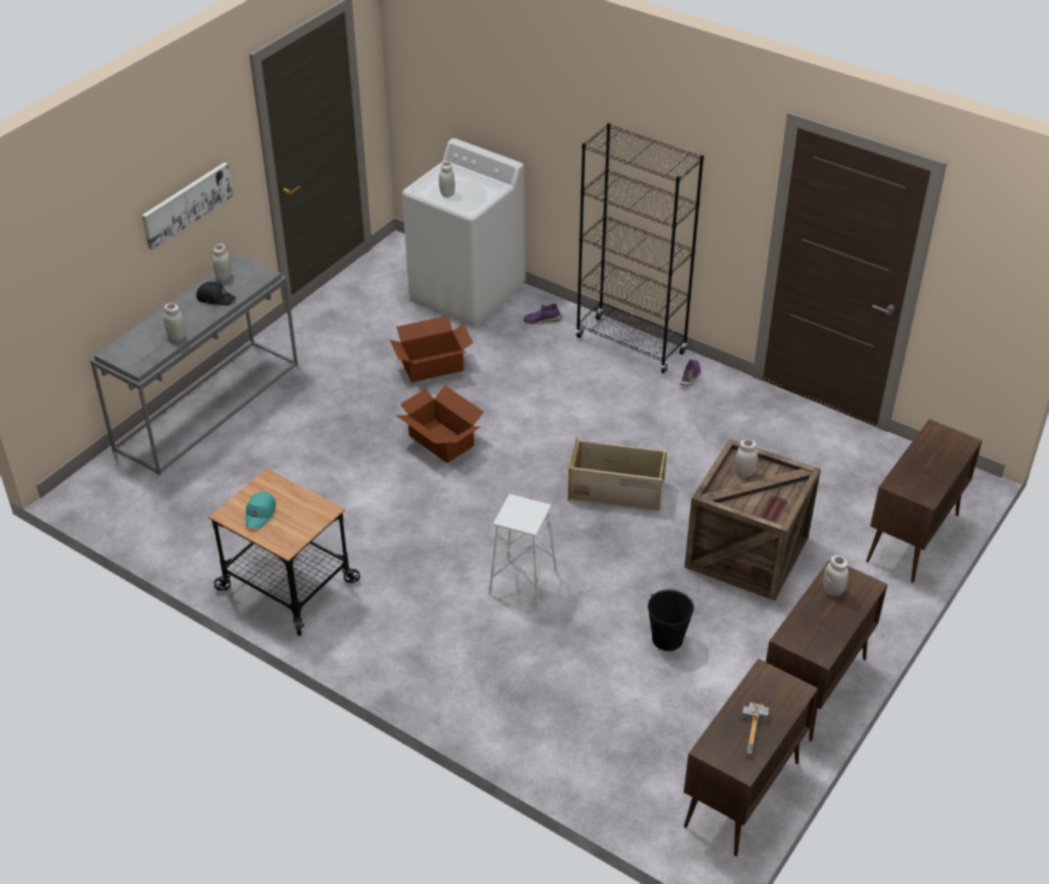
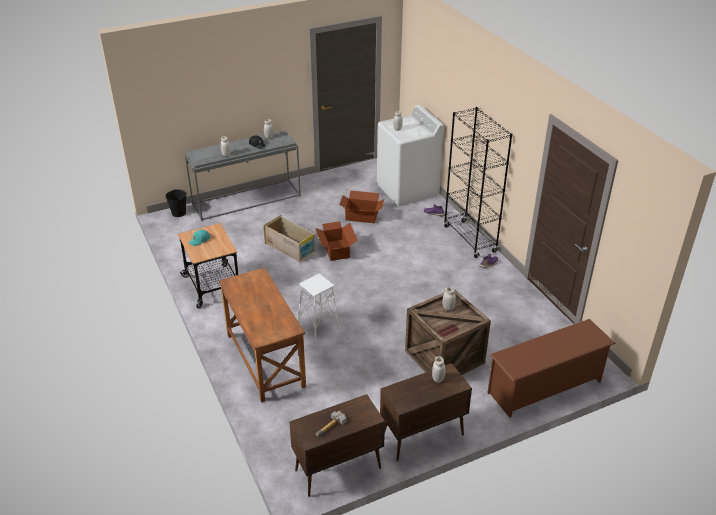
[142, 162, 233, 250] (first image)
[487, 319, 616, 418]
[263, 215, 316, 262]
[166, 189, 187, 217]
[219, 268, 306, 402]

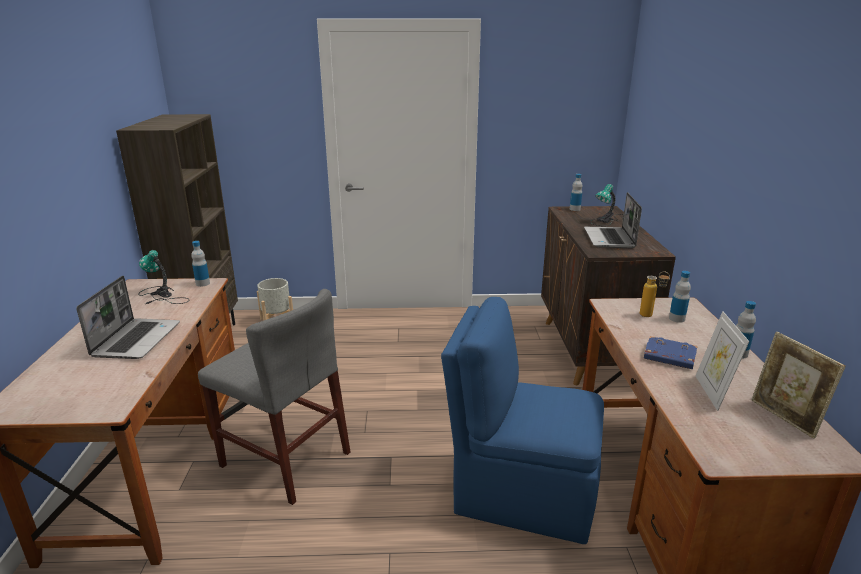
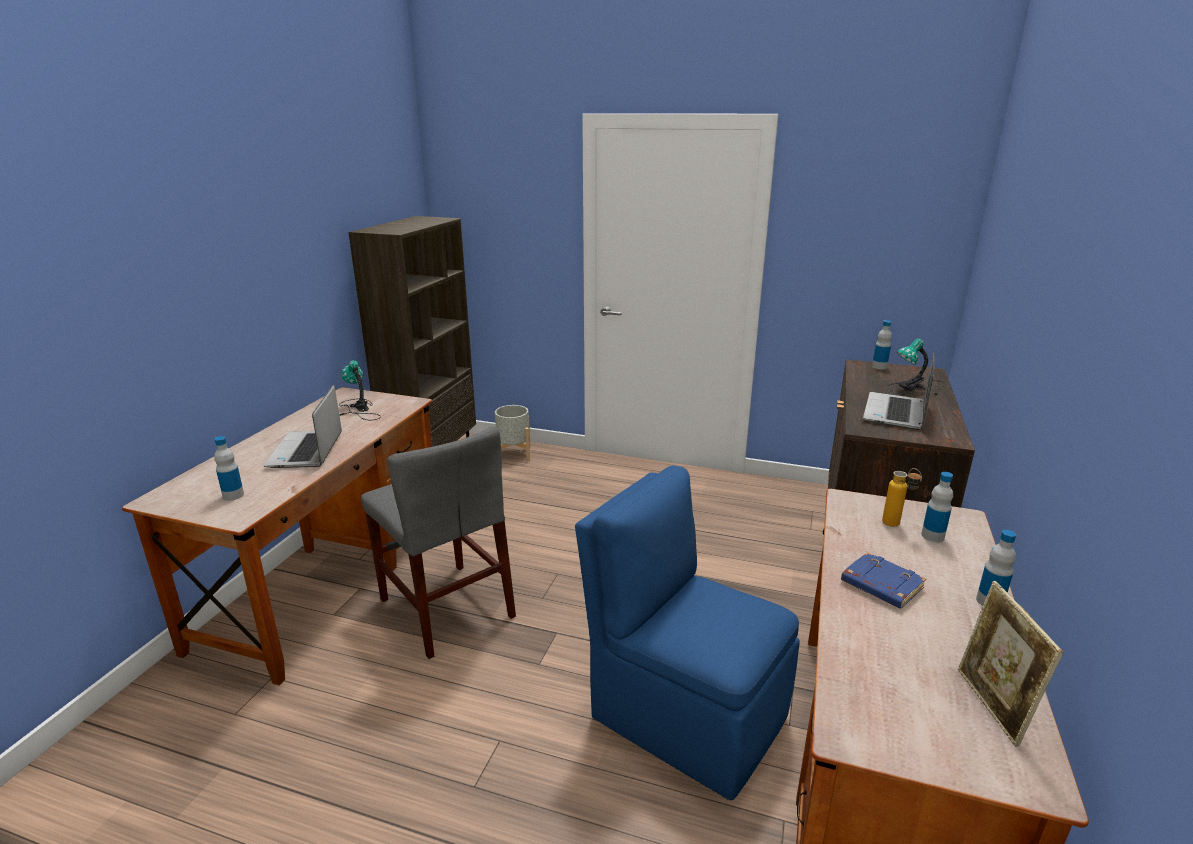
[214, 436, 244, 501]
[264, 385, 342, 468]
[696, 311, 750, 411] (first image)

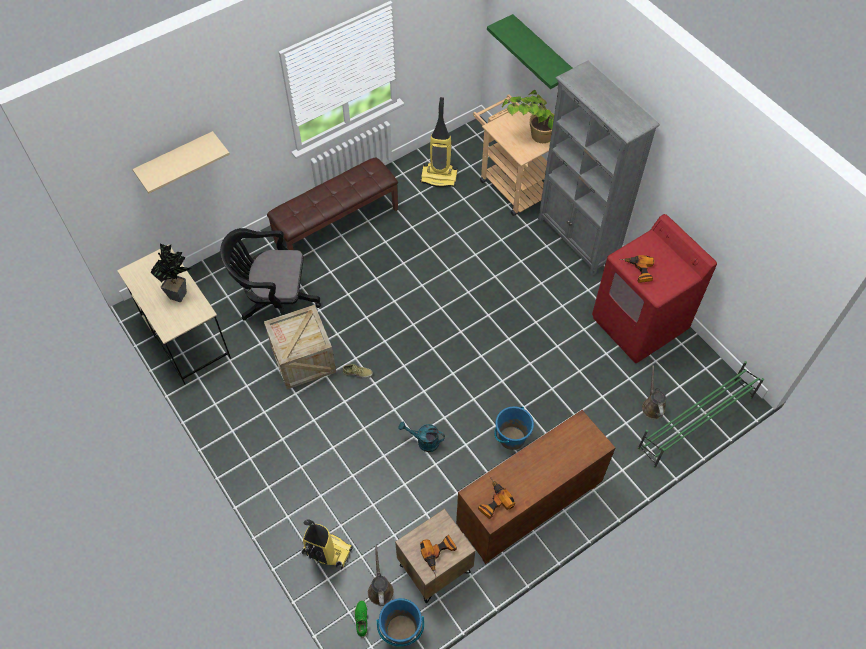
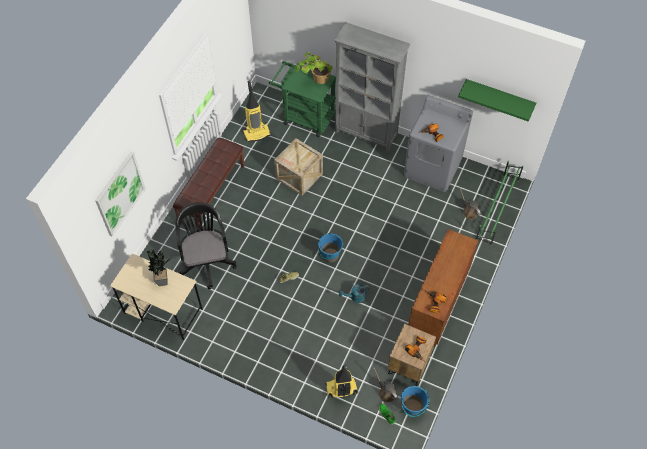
[458, 79, 536, 122]
[269, 61, 336, 137]
[95, 151, 146, 237]
[404, 95, 473, 192]
[176, 202, 236, 289]
[274, 138, 323, 196]
[318, 233, 343, 262]

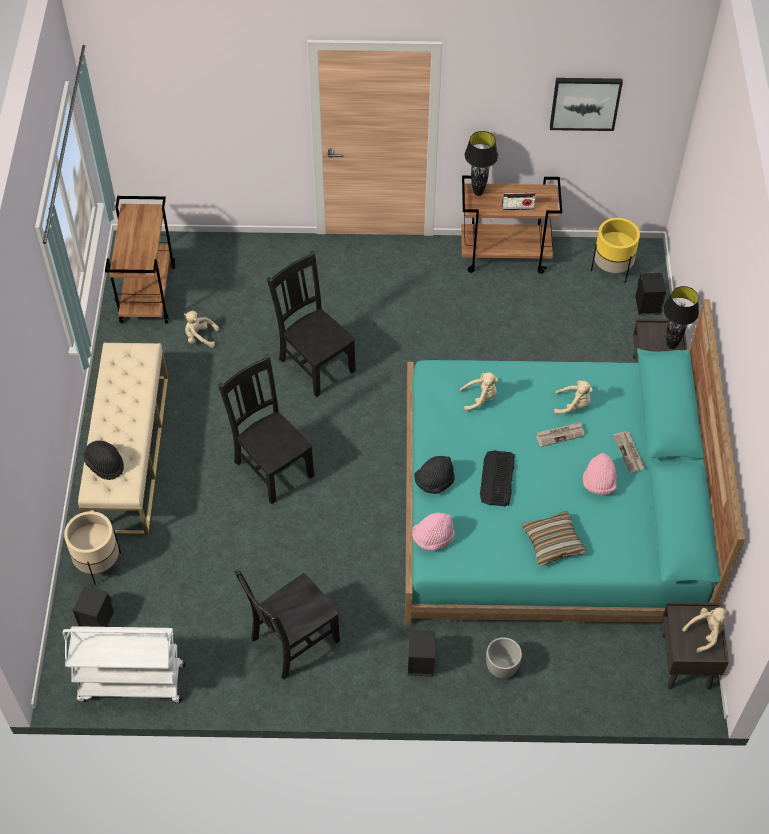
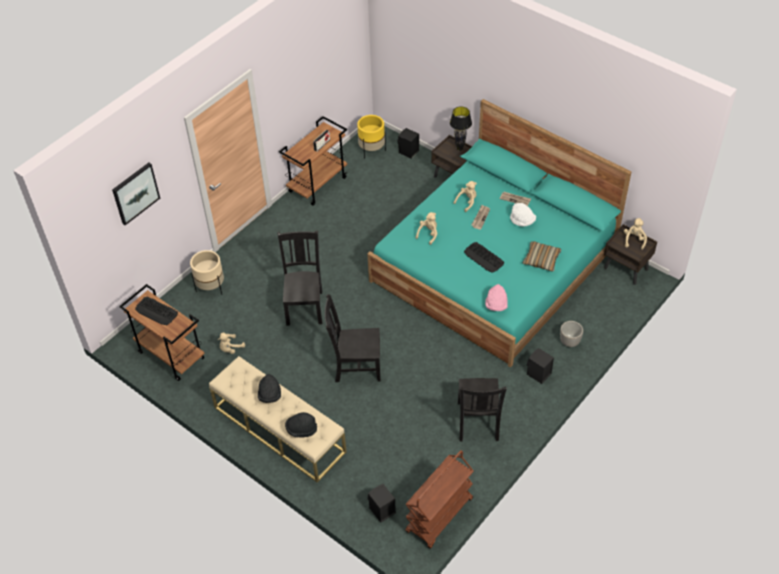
[112, 163, 160, 225]
[464, 131, 498, 196] (first image)
[277, 230, 323, 326]
[510, 203, 536, 227]
[258, 374, 281, 403]
[190, 250, 224, 295]
[405, 450, 473, 549]
[135, 297, 178, 325]

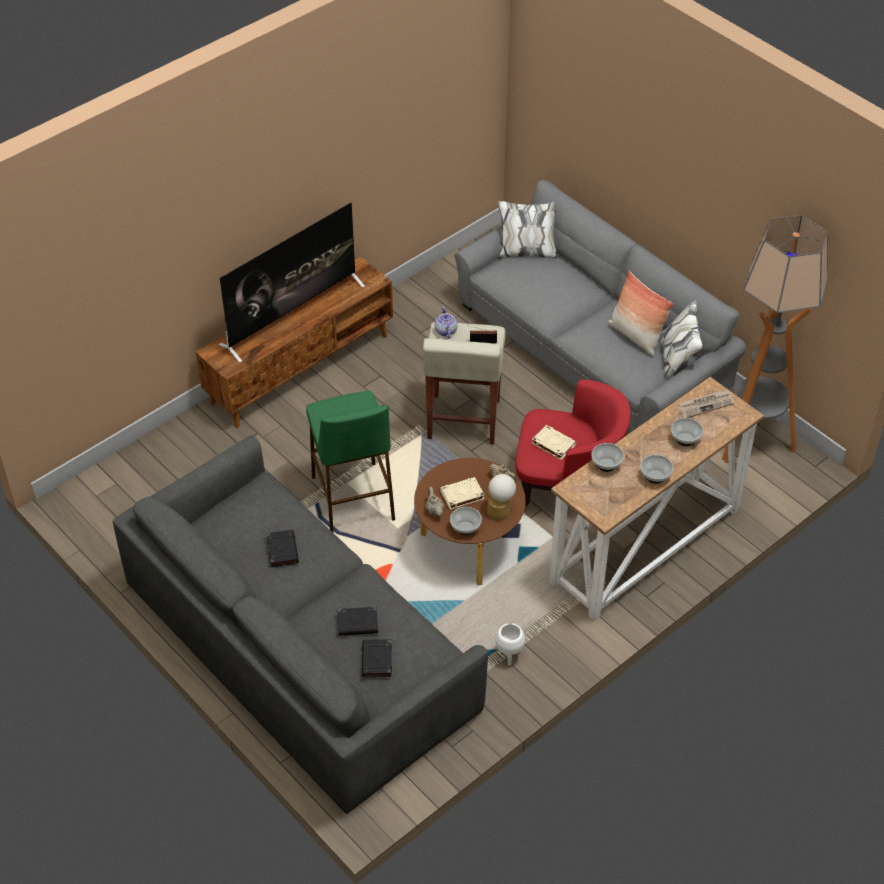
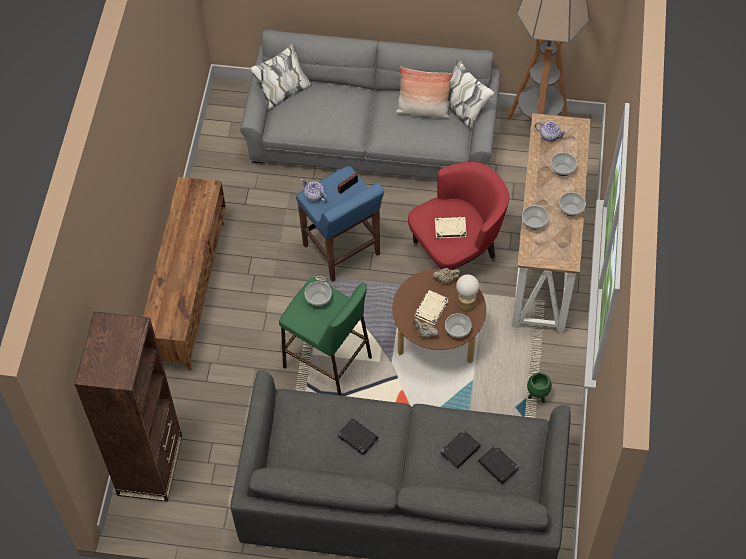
[218, 202, 365, 363] (first image)
[296, 166, 384, 282]
[535, 121, 567, 142]
[527, 373, 552, 403]
[305, 281, 332, 306]
[74, 311, 182, 502]

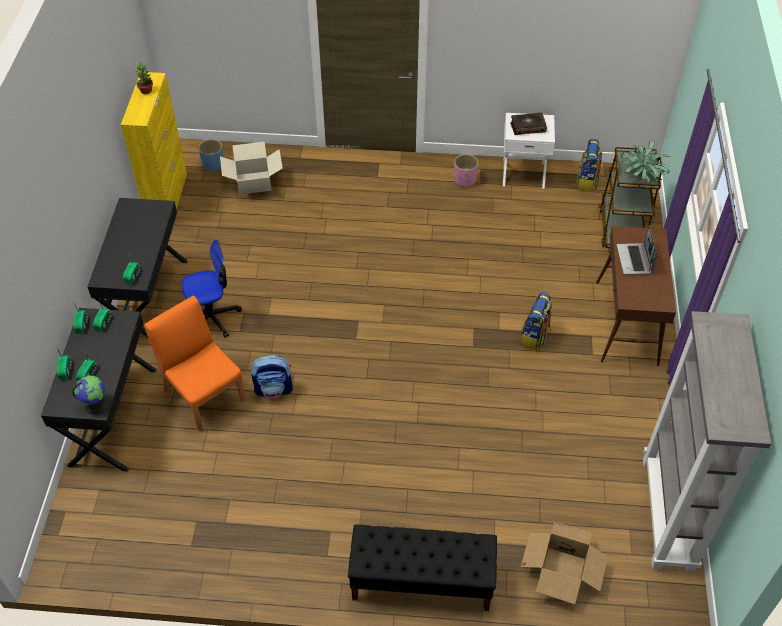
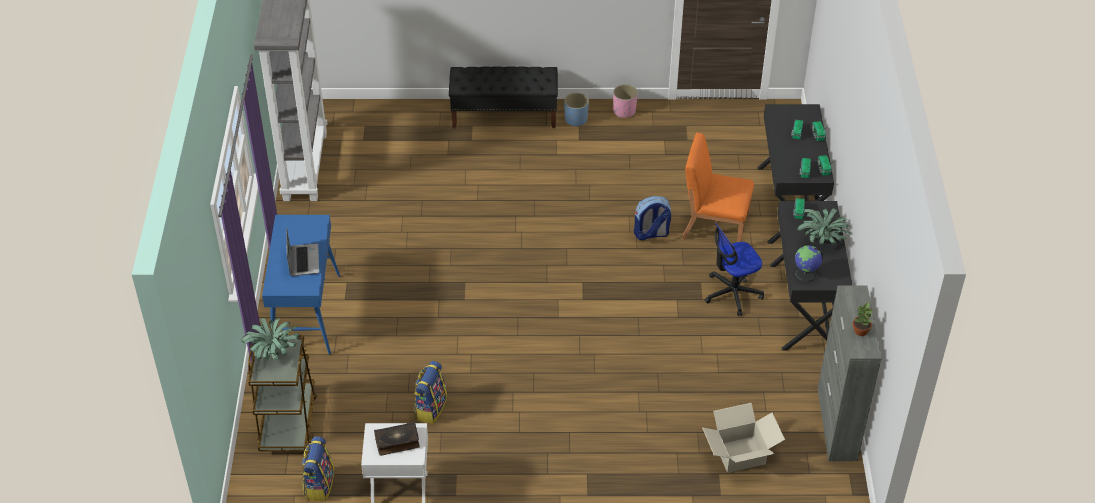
[818, 285, 882, 461]
[564, 93, 589, 127]
[613, 84, 638, 118]
[262, 215, 340, 354]
[413, 361, 447, 424]
[682, 133, 754, 242]
[795, 246, 823, 282]
[521, 522, 608, 604] (first image)
[797, 208, 853, 245]

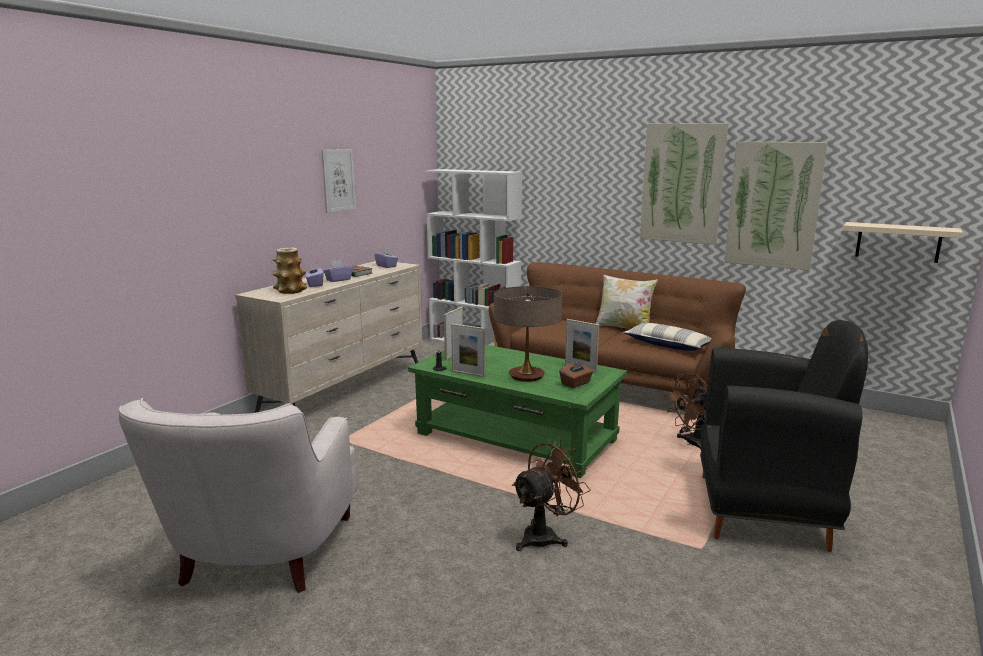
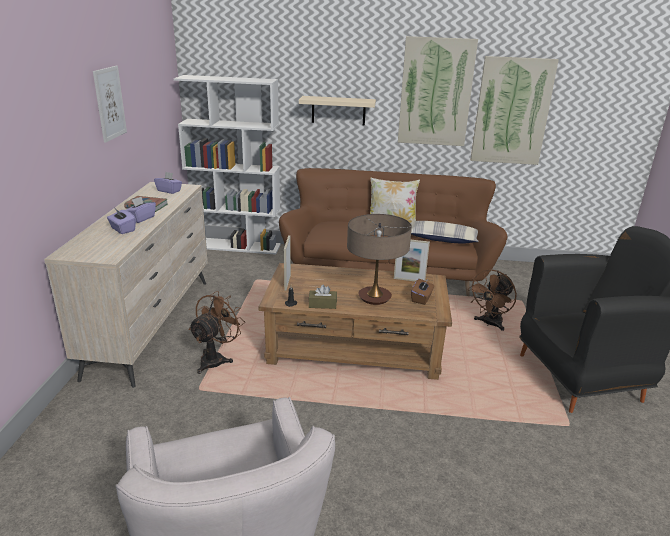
[299, 96, 376, 125]
[272, 248, 307, 294] (first image)
[308, 285, 337, 309]
[258, 263, 452, 380]
[188, 291, 245, 374]

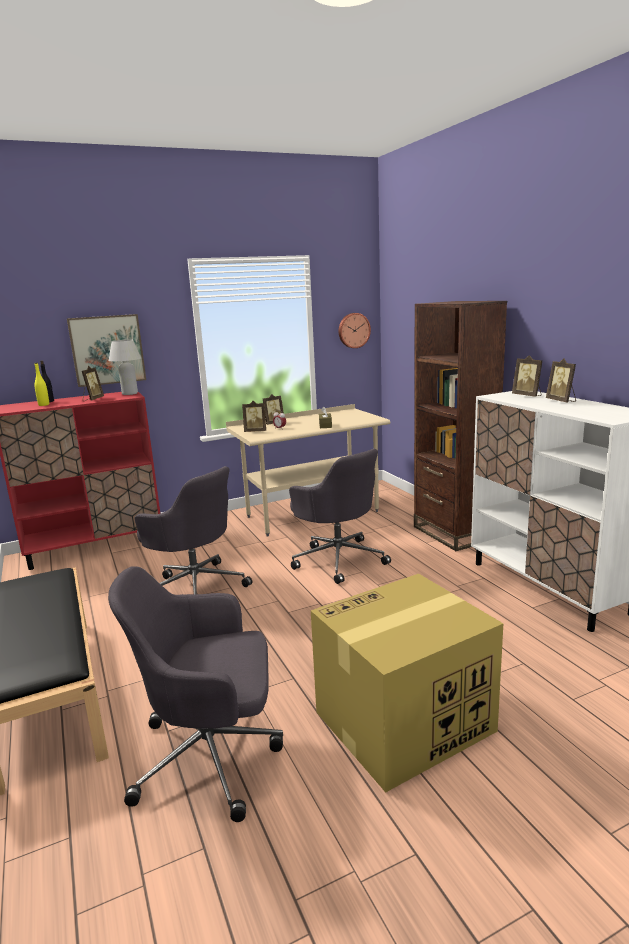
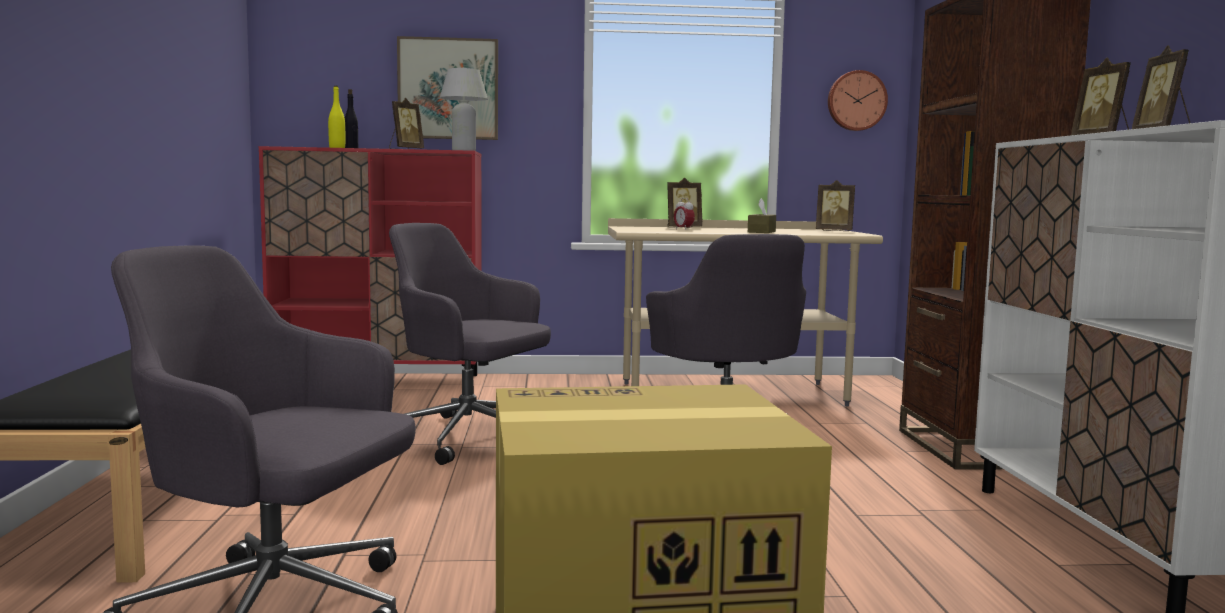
[816, 180, 855, 231]
[389, 223, 551, 465]

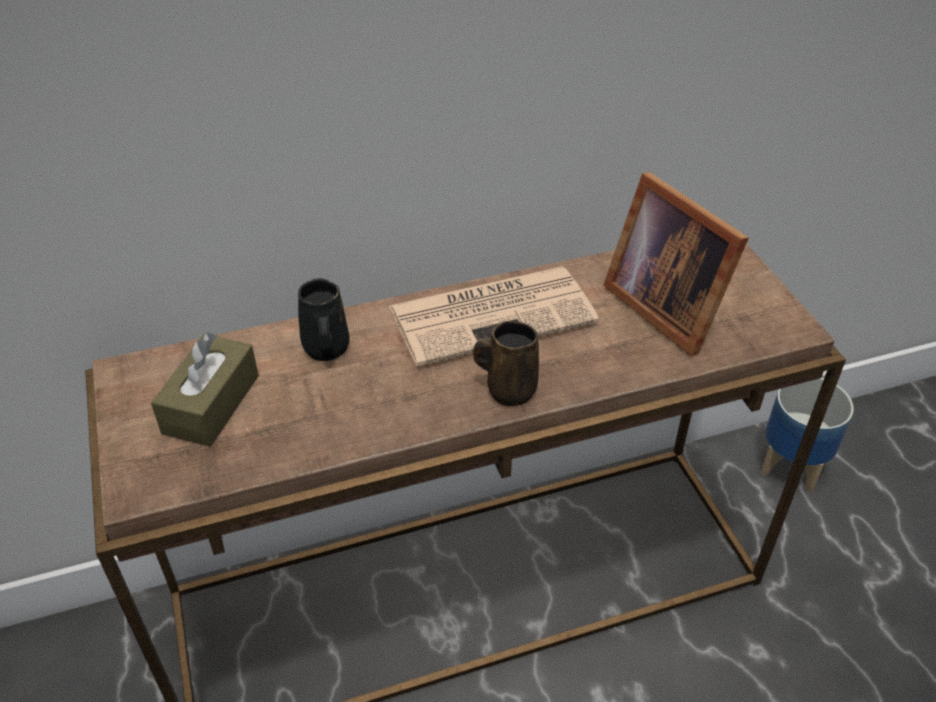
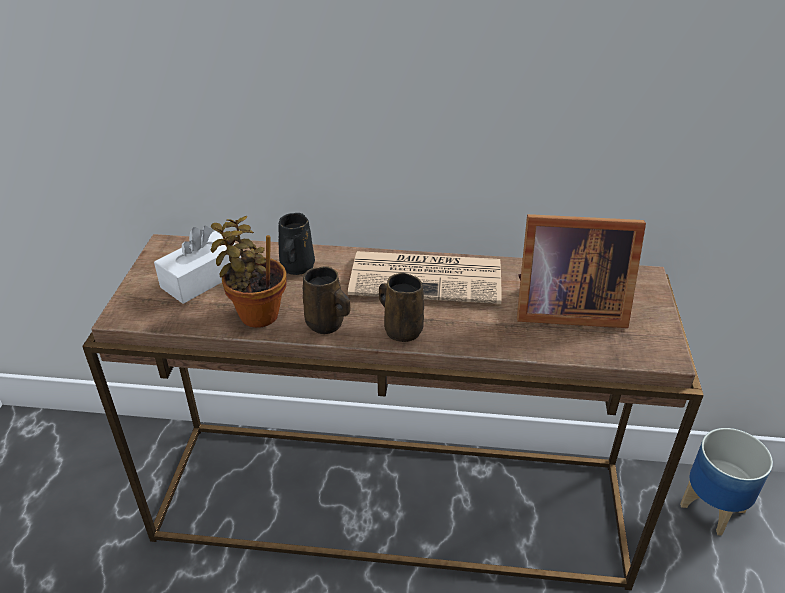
[517, 214, 646, 328]
[154, 226, 241, 304]
[211, 216, 286, 328]
[303, 266, 350, 334]

